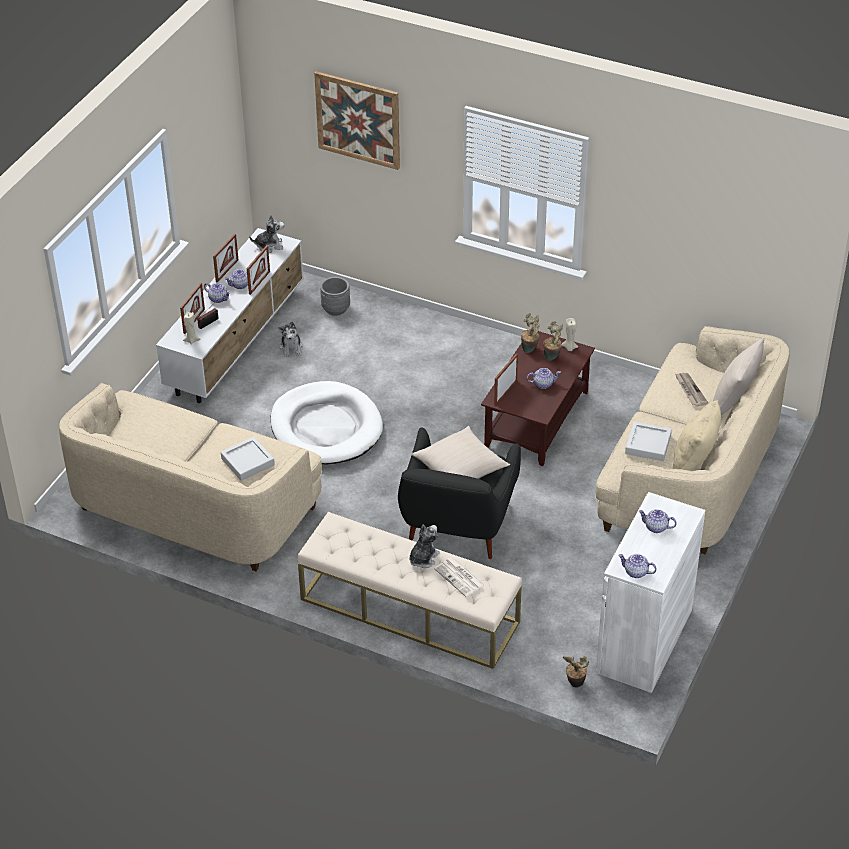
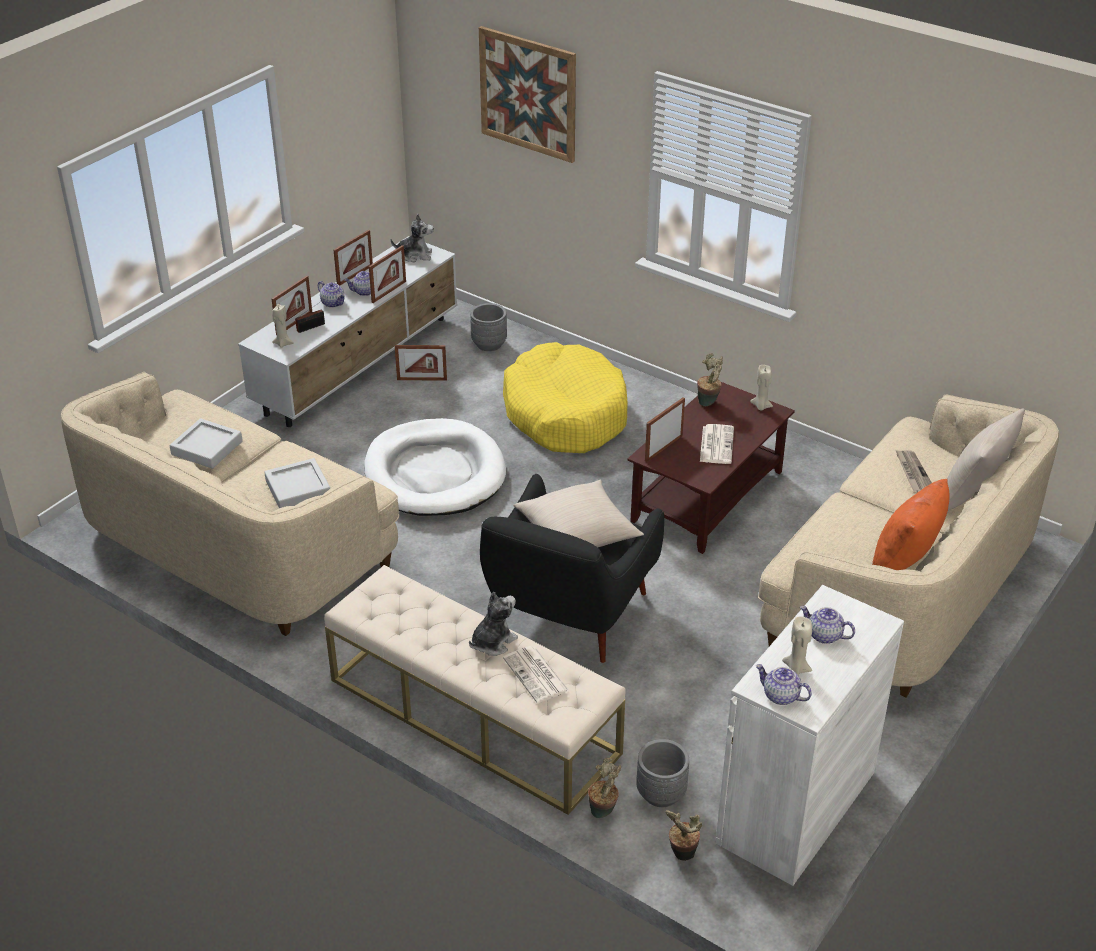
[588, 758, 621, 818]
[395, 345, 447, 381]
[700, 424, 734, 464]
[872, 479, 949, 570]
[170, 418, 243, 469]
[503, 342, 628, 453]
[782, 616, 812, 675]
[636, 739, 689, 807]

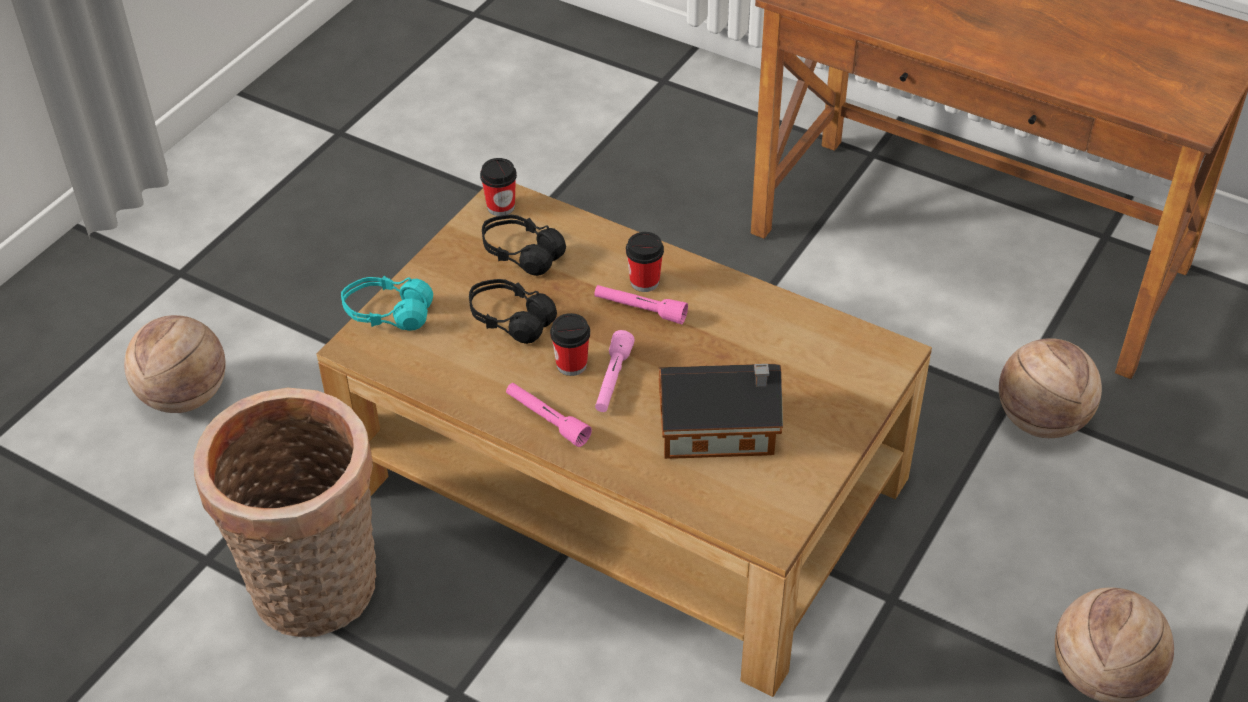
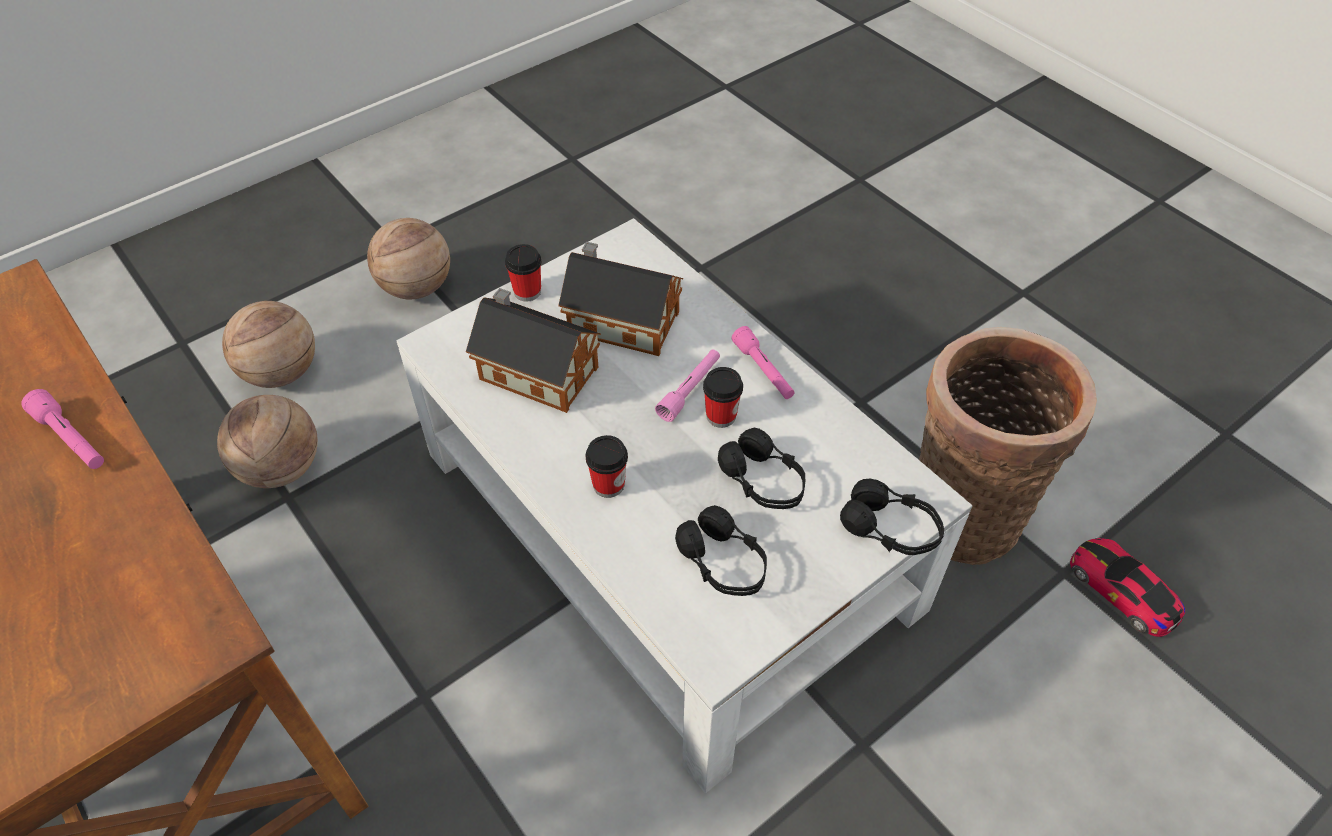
[505, 244, 541, 302]
[396, 218, 972, 793]
[840, 479, 944, 555]
[22, 389, 104, 469]
[222, 301, 315, 388]
[466, 288, 601, 413]
[1070, 538, 1185, 637]

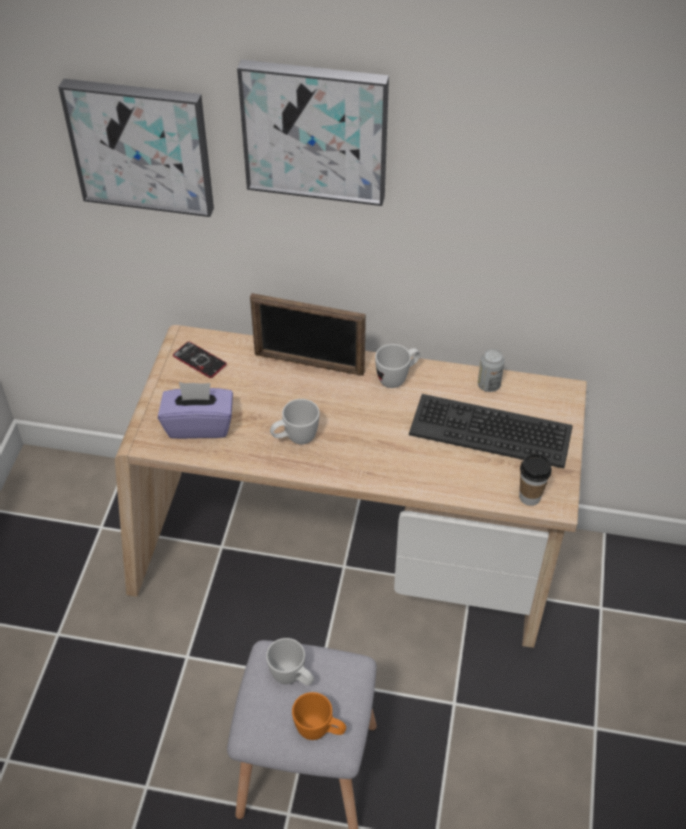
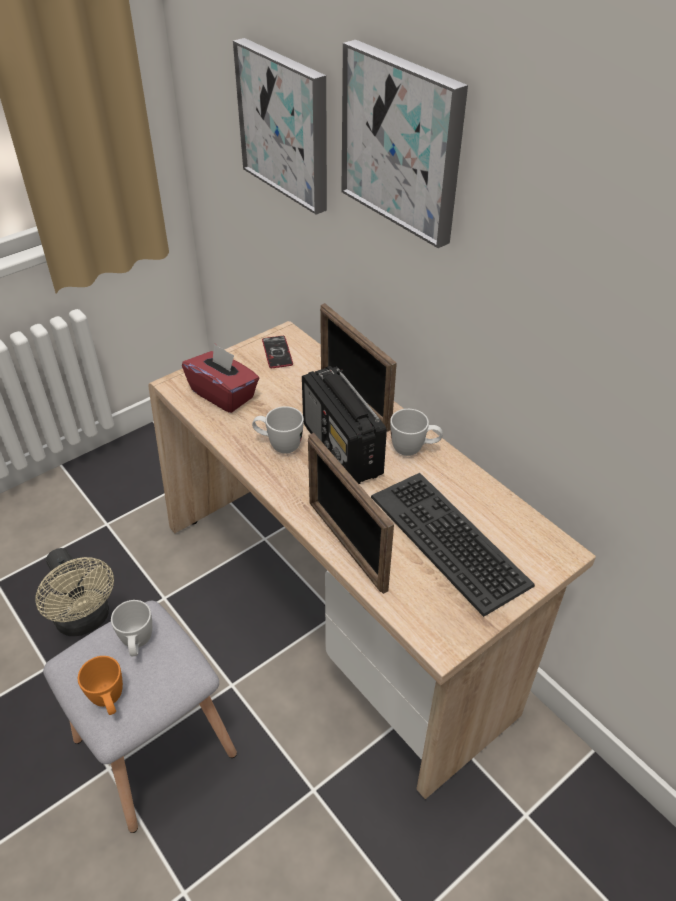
[478, 349, 505, 392] (first image)
[182, 343, 259, 413]
[519, 453, 552, 506] (first image)
[302, 366, 387, 484]
[308, 433, 394, 594]
[35, 548, 114, 636]

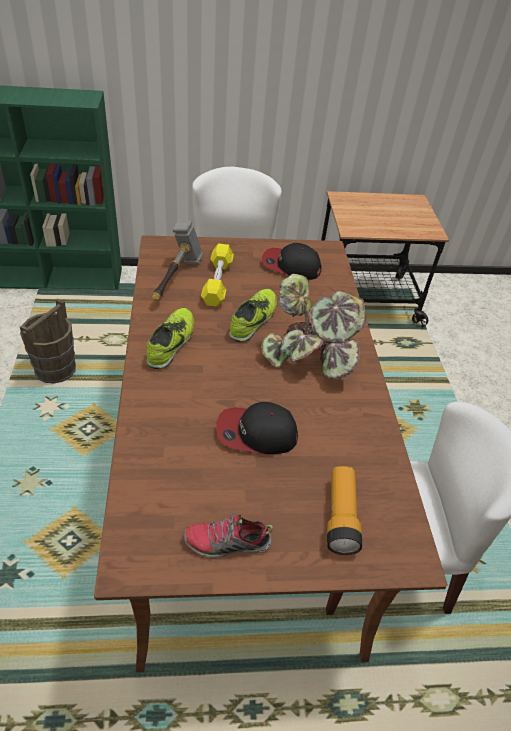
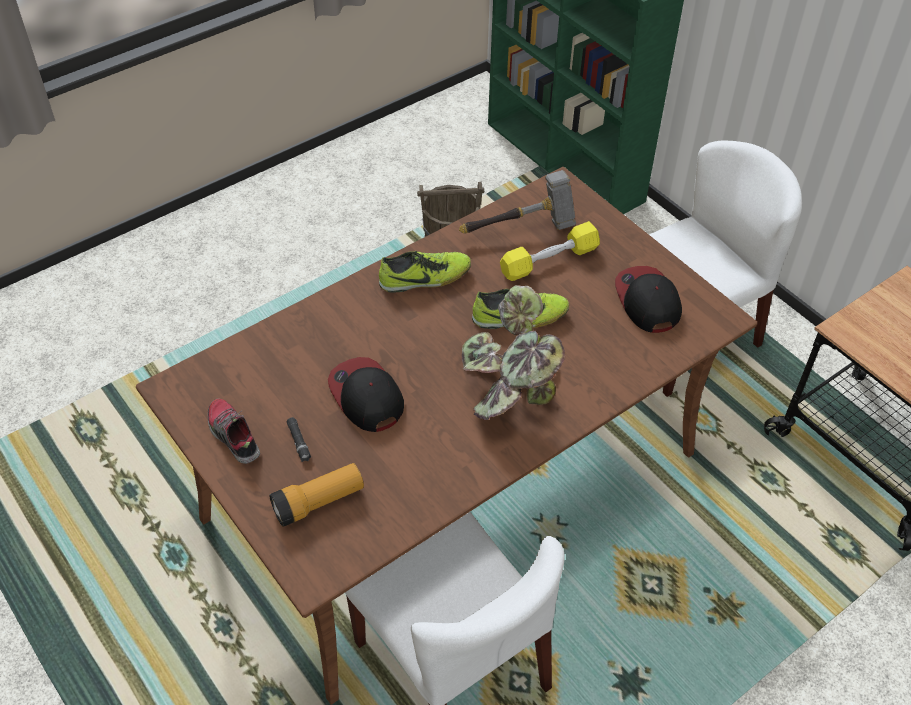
[286, 417, 311, 462]

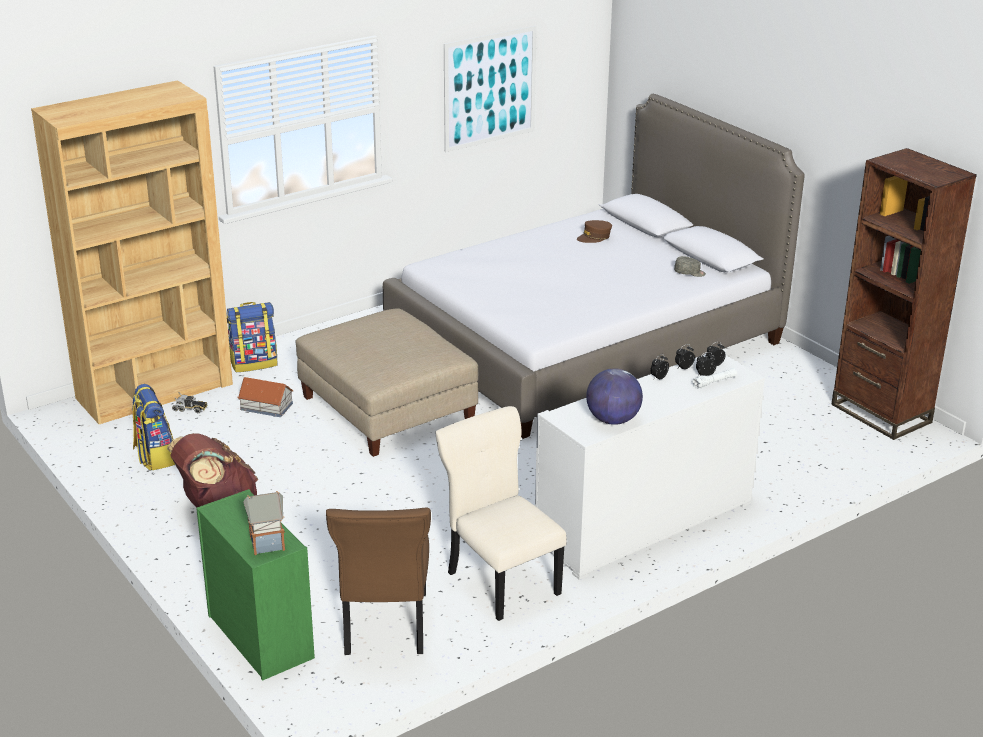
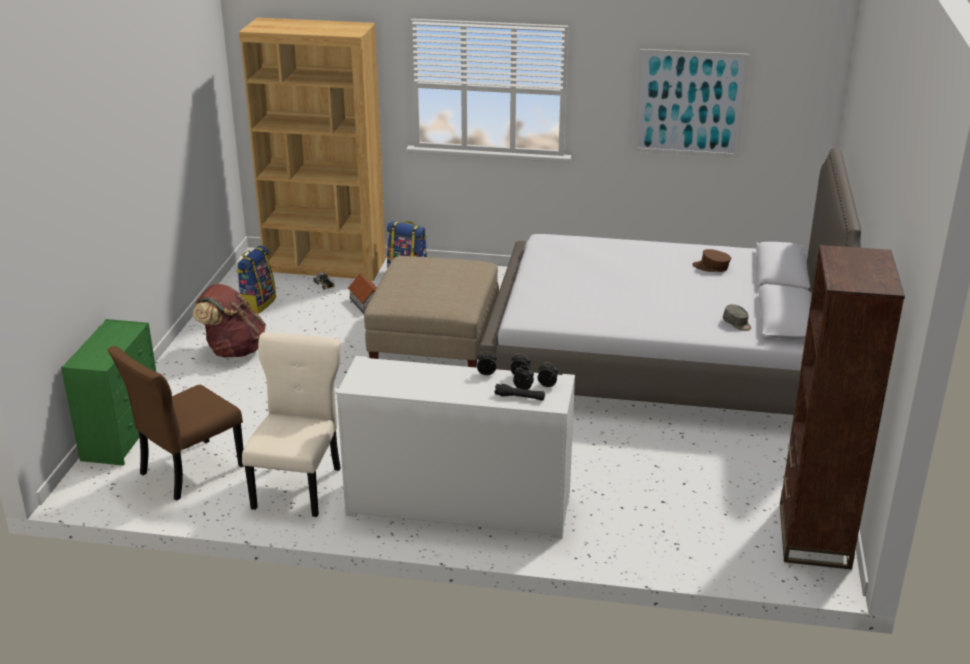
[586, 368, 643, 425] (first image)
[494, 384, 545, 401]
[243, 491, 285, 555] (first image)

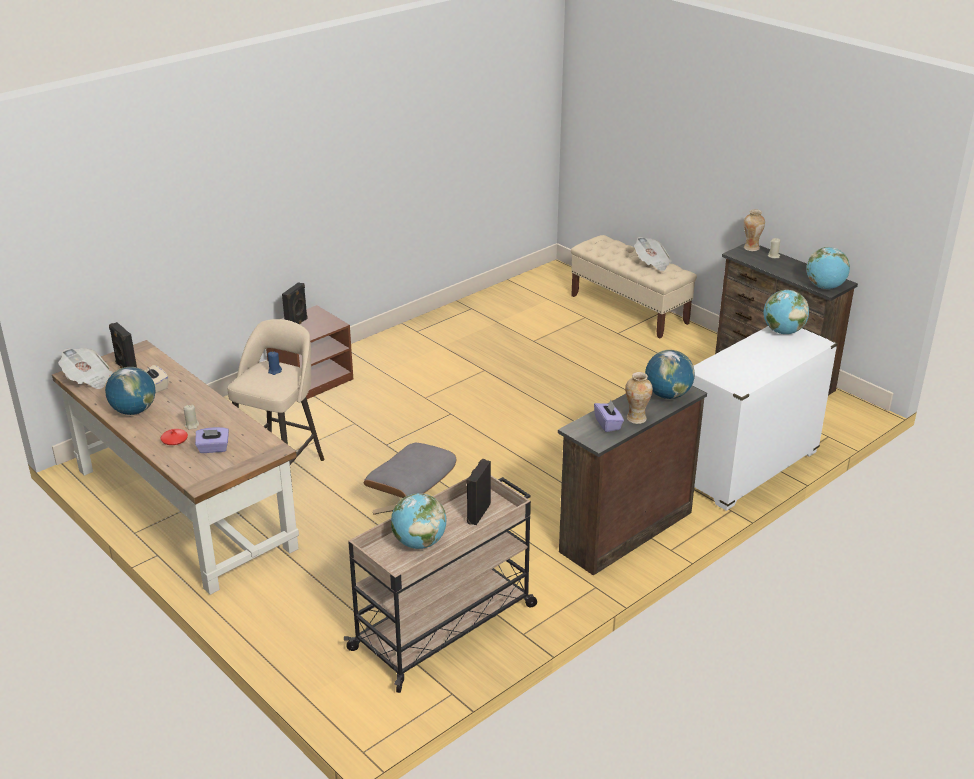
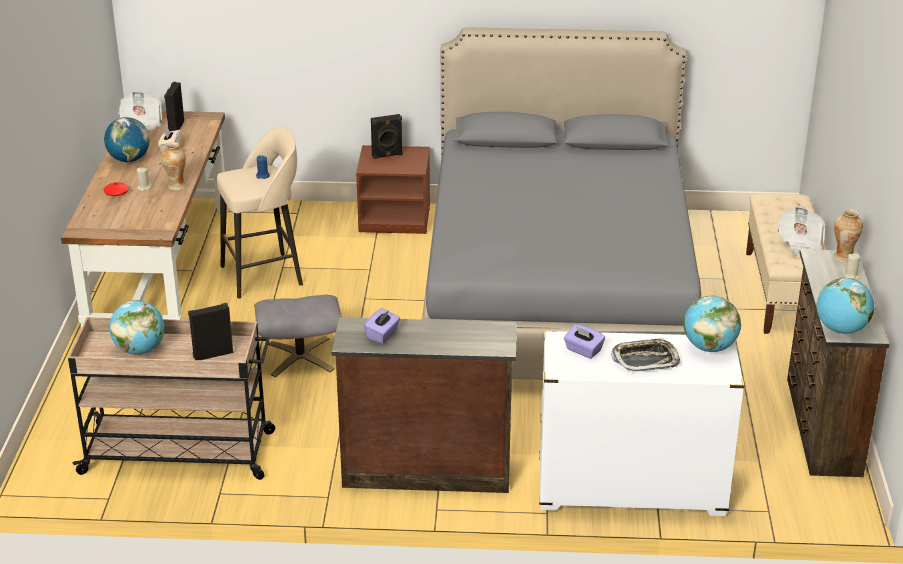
[645, 350, 695, 399] (first image)
[161, 142, 186, 191]
[564, 324, 605, 359]
[421, 27, 701, 380]
[611, 338, 680, 372]

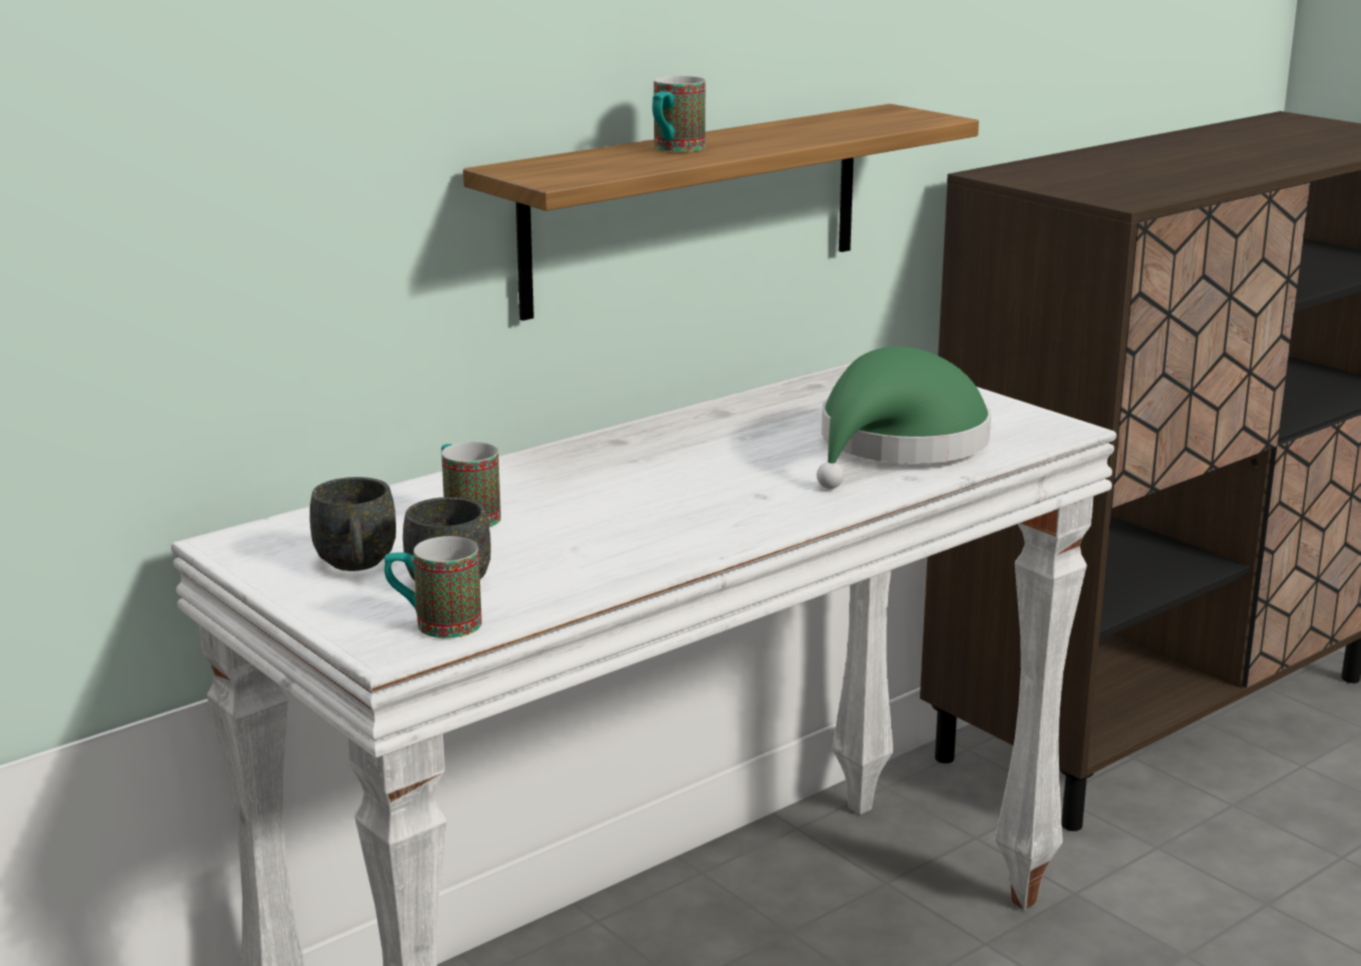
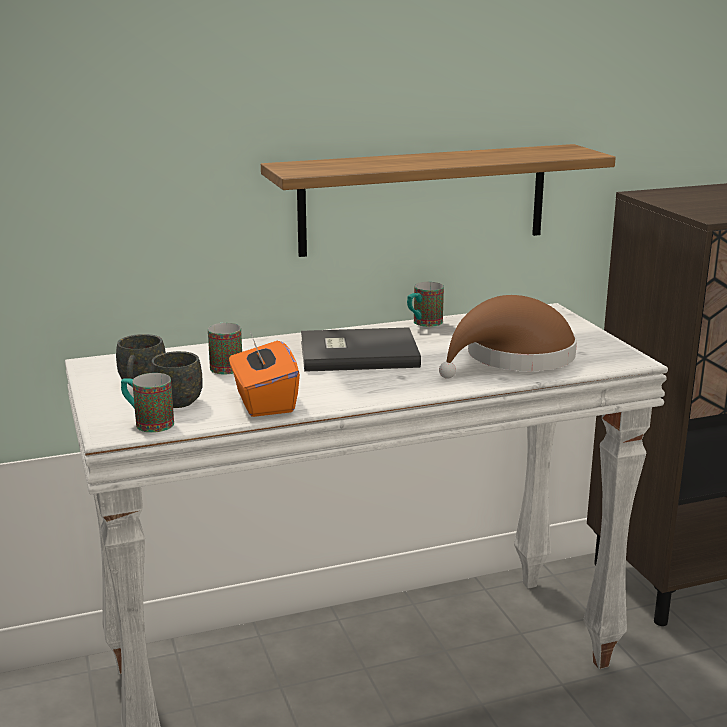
[407, 282, 444, 327]
[439, 295, 577, 379]
[301, 327, 421, 372]
[229, 331, 300, 417]

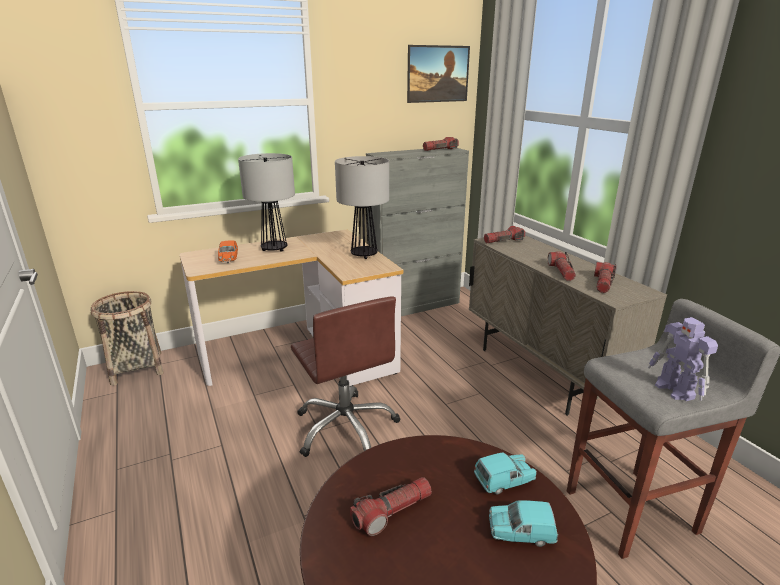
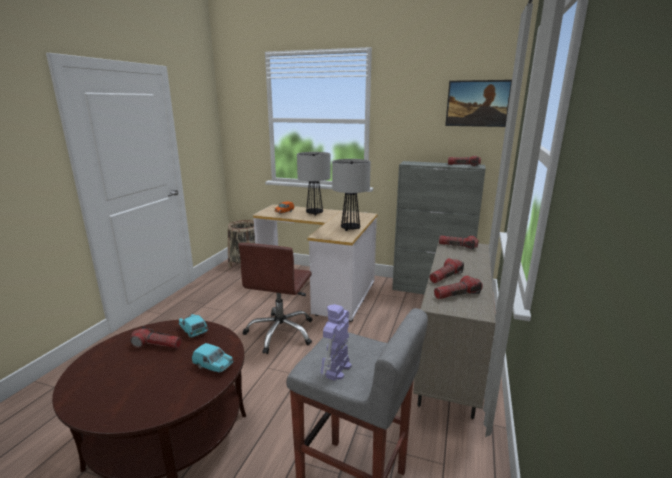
[179, 314, 208, 338]

